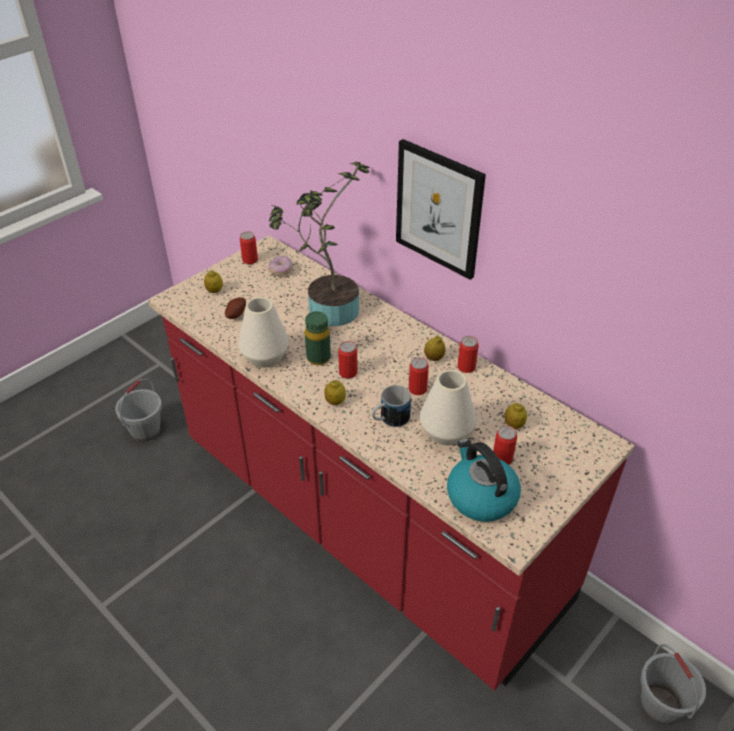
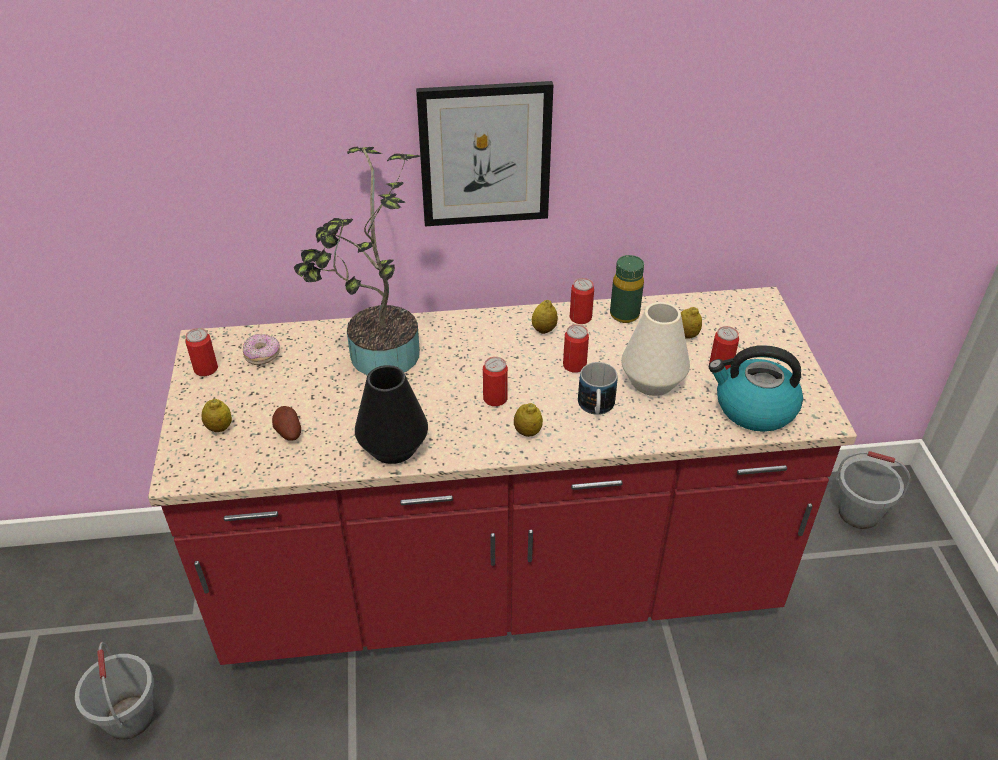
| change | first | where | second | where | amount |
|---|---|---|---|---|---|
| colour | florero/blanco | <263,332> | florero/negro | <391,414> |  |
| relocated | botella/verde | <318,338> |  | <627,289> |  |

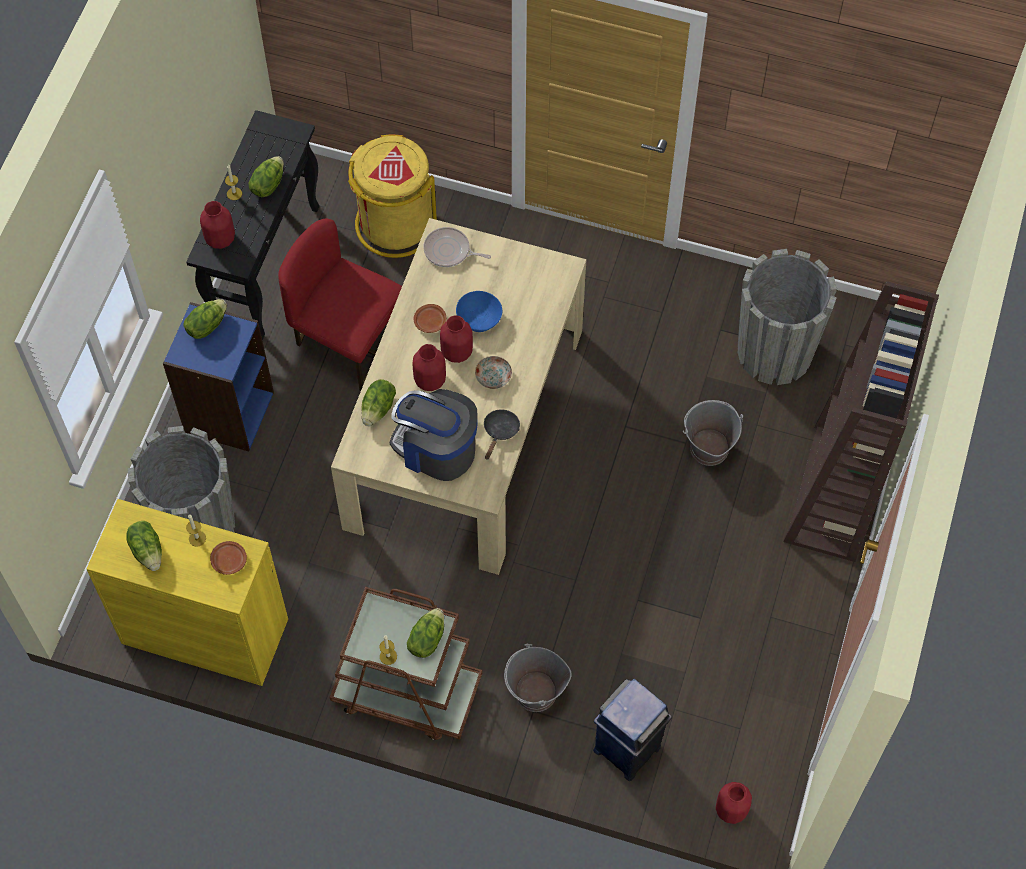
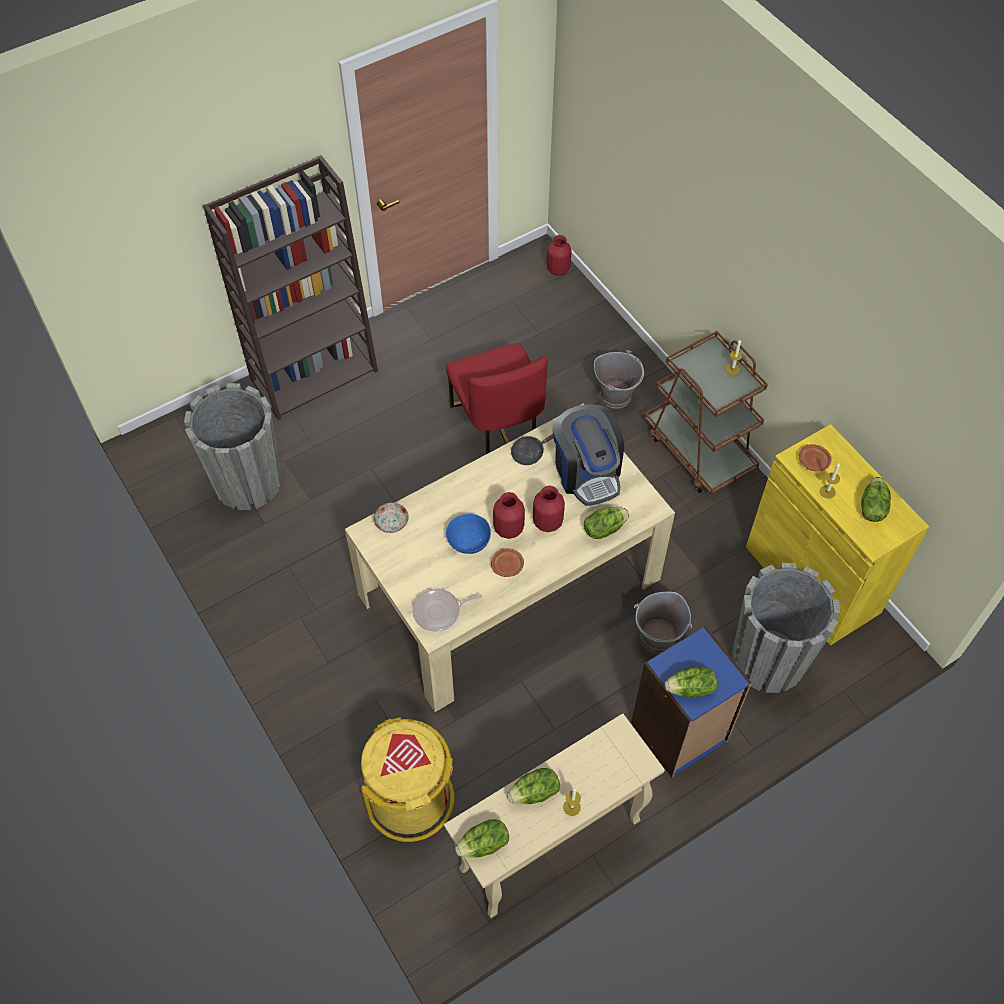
| change | first | where | second | where | amount |
|---|---|---|---|---|---|
| relocated | plato | <493,372> |  | <391,518> |  |
| spun | sartén | <457,247> |  | <447,609> | 105 degrees clockwise |
| colour | mesa consola/negro | <252,225> | mesa consola/beis | <554,816> |  |
| relocated | silla/rojo | <340,305> |  | <497,398> |  |
| relocated | lechuga | <425,633> |  | <482,838> |  |
| relocated | cubo/gris | <713,433> |  | <663,622> |  |
| missing | florero/rojo | <217,225> |  |  |  |
| missing | papelera/azul | <632,730> |  |  |  |

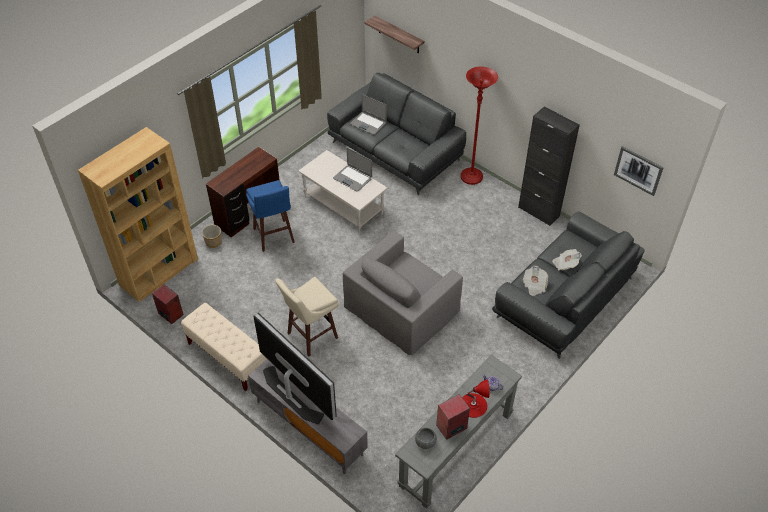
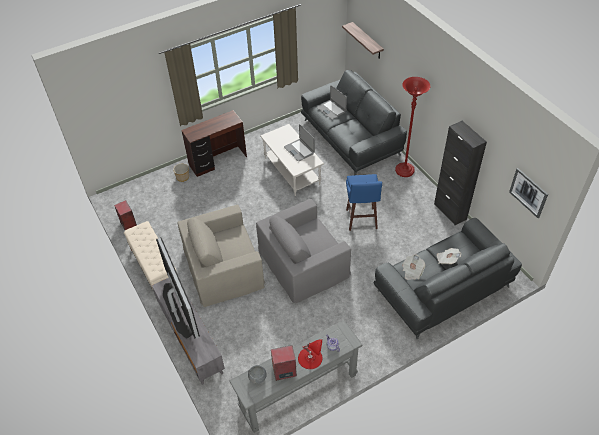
| change | first | where | second | where | amount |
|---|---|---|---|---|---|
| exchanged | taburete/beis | <307,317> | sillón/beis | <221,256> |  |
| relocated | taburete/azul | <270,216> |  | <364,202> |  |
| missing | estantería/marrón | <138,214> |  |  |  |

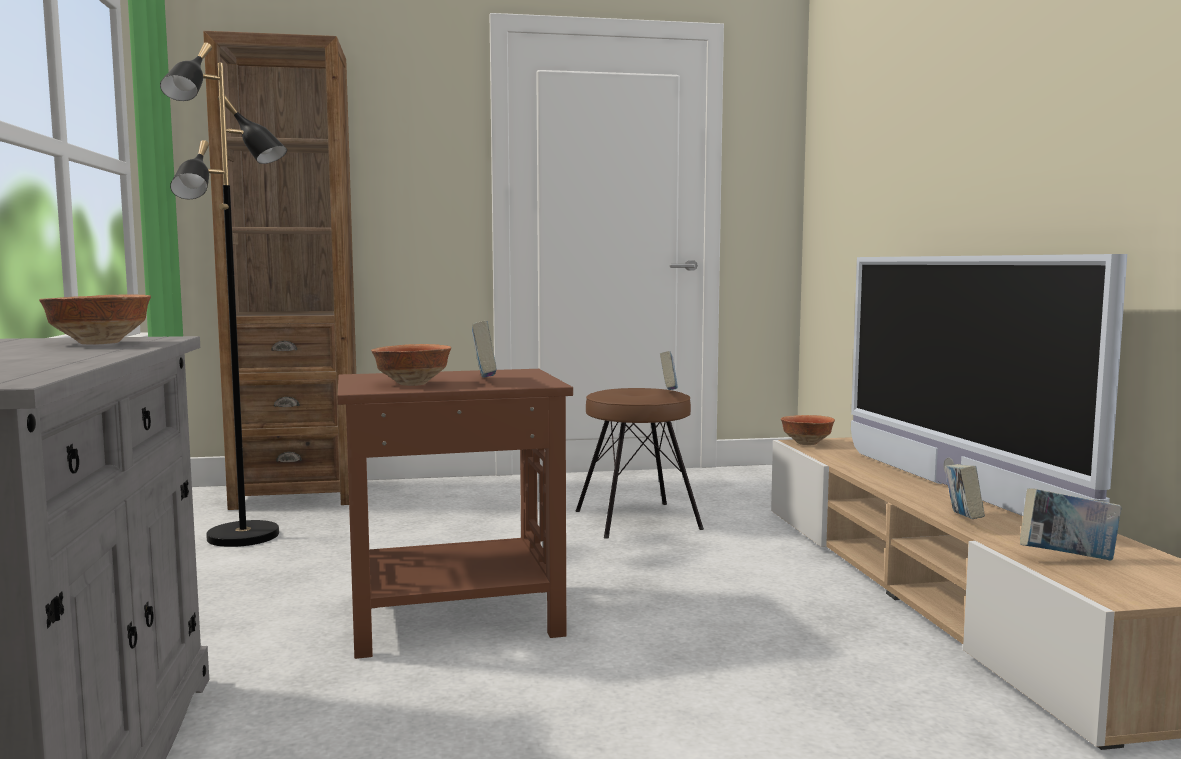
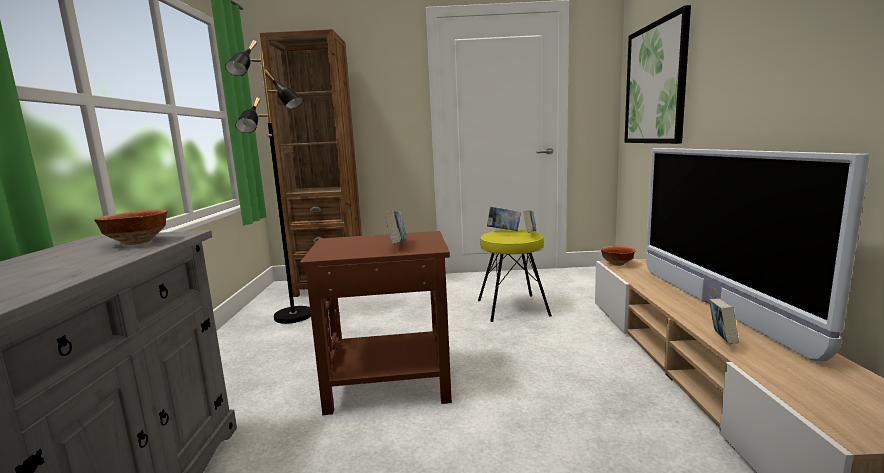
| change | first | where | second | where | amount |
|---|---|---|---|---|---|
| colour | taburete/marrón | <639,463> | taburete/amarillo | <515,276> |  |
| relocated | libro | <1071,524> |  | <504,218> |  |
| appeared |  |  | cuadro | <657,74> |  |
| missing | cuenco | <411,365> |  |  |  |

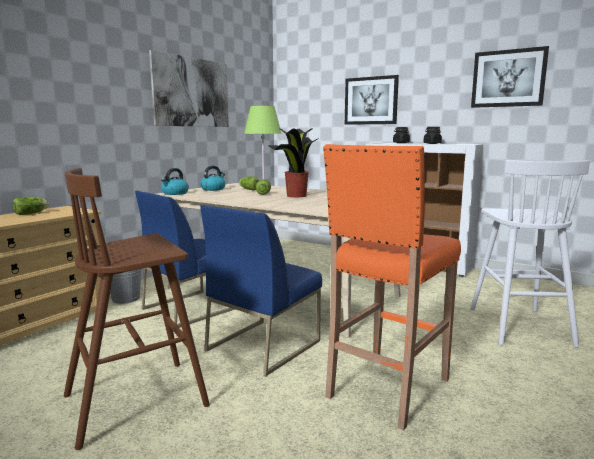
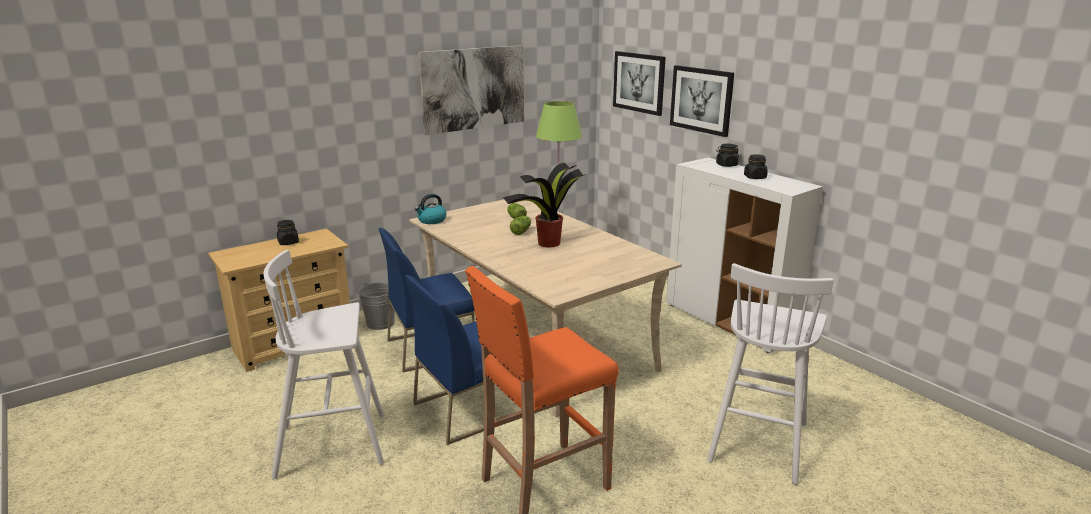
| change | first | where | second | where | amount |
|---|---|---|---|---|---|
| colour | taburete/marrón | <137,309> | taburete/blanco | <324,364> |  |
| exchanged | lechuga | <31,206> | tarro/negro | <288,232> |  |
| relocated | cuadro | <510,77> |  | <639,83> |  |
| missing | hervidor | <213,178> |  |  |  |

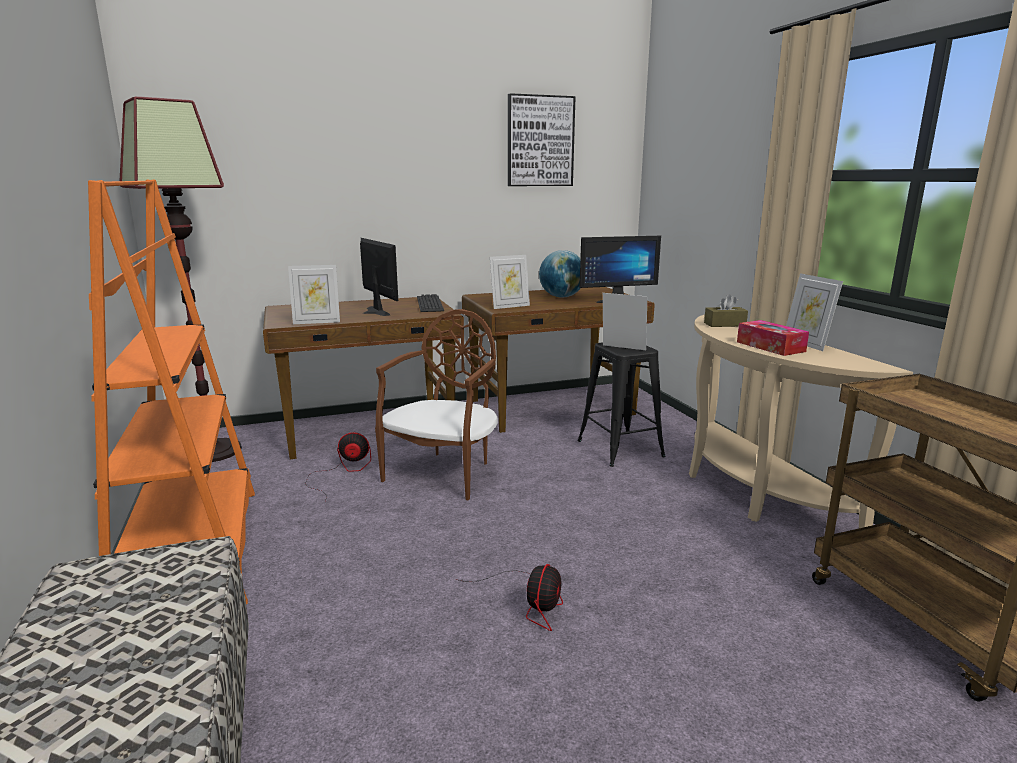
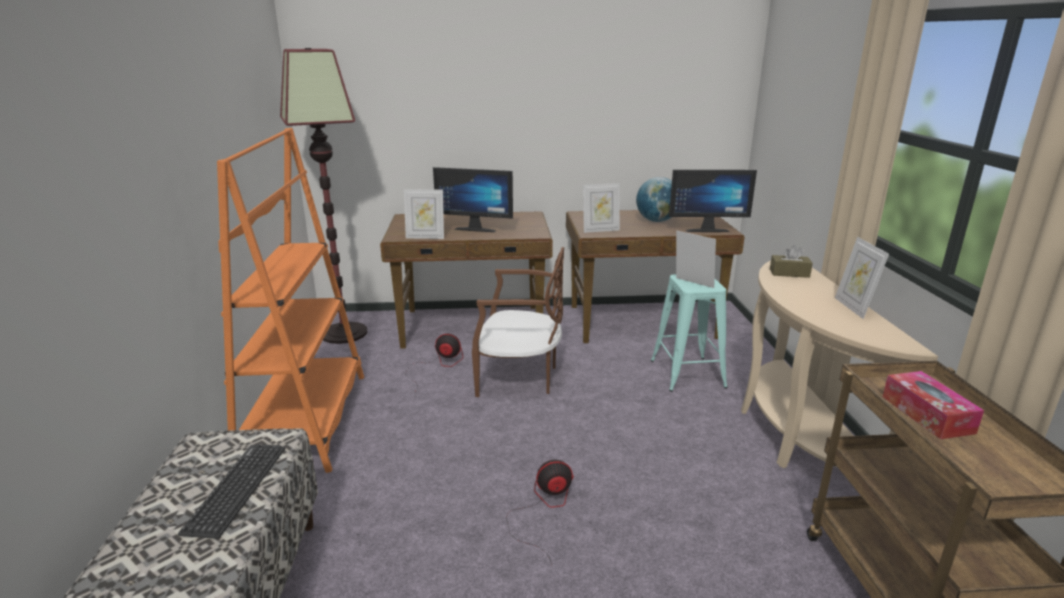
| change | first | where | second | where | amount |
|---|---|---|---|---|---|
| relocated | teclado | <430,303> |  | <231,491> |  |
| spun | monitor | <379,277> |  | <473,199> | 120 degrees clockwise |
| spun | silla/marrón | <436,404> |  | <518,322> | 60 degrees clockwise |
| spun | ventilador | <509,597> |  | <540,512> | 135 degrees counterclockwise |
| colour | taburete/negro | <621,405> | taburete/turquesa | <689,333> |  |
| relocated | caja de pañuelos | <773,338> |  | <933,405> |  |
| missing | cuadro | <542,139> |  |  |  |

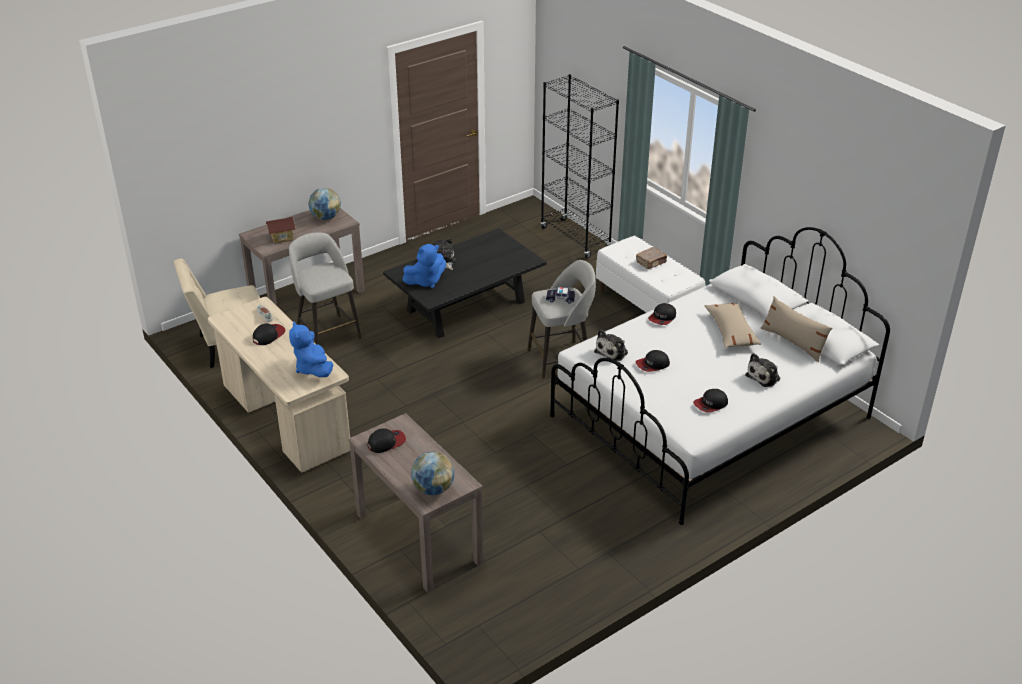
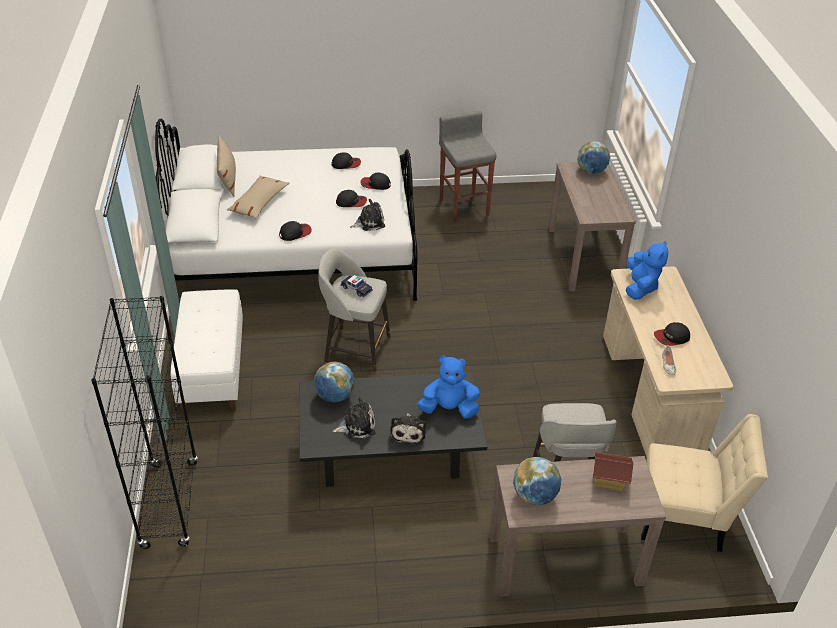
| change | first | where | second | where | amount |
|---|---|---|---|---|---|
| appeared |  |  | globo terráqueo | <334,382> |  |
| relocated | peluche | <763,370> |  | <354,417> |  |
| relocated | gorra | <386,440> |  | <375,181> |  |
| appeared |  |  | taburete/gris | <467,167> |  |
| missing | libro/marrón | <651,258> |  |  |  |

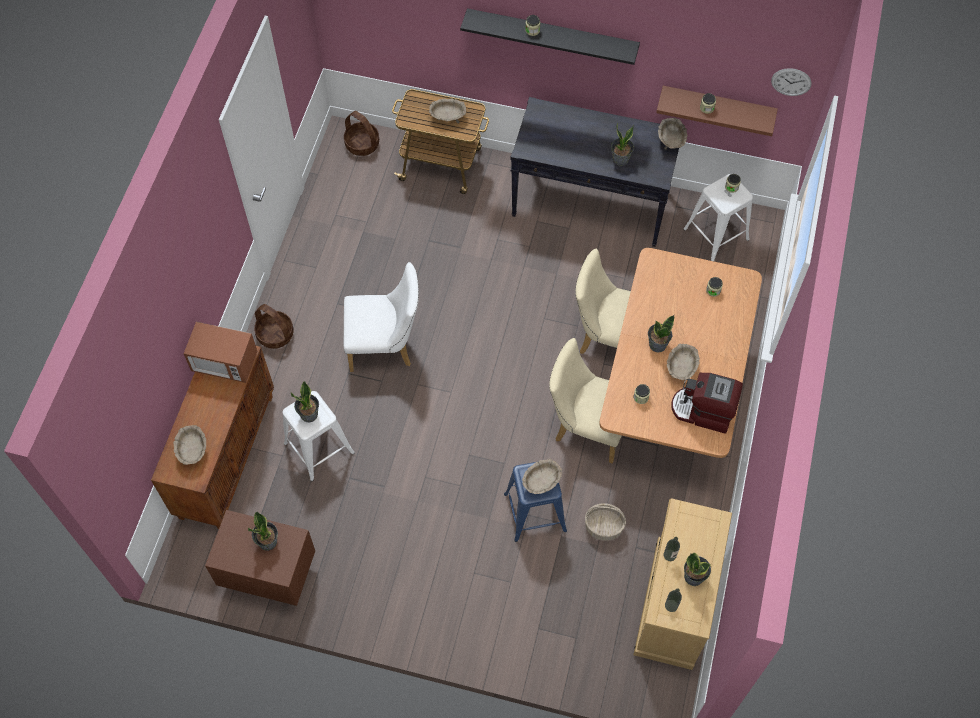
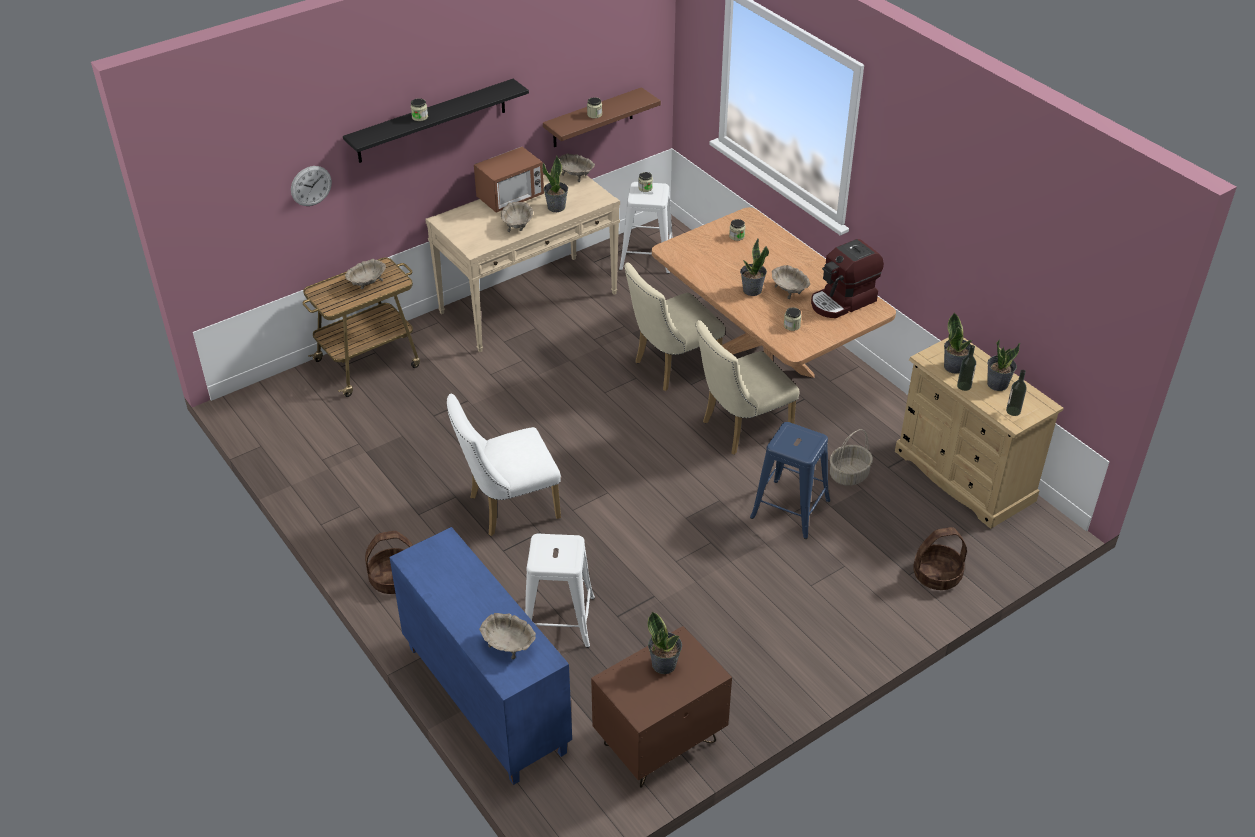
| change | first | where | second | where | amount |
|---|---|---|---|---|---|
| relocated | reloj de pared | <791,82> |  | <311,186> |  |
| colour | armario/marrón | <212,437> | armario/azul | <481,656> |  |
| colour | mesa consola/negro | <595,172> | mesa consola/beis | <522,261> |  |
| spun | silla/blanco | <381,317> |  | <504,464> | 150 degrees counterclockwise |
| relocated | microondas | <220,352> |  | <509,179> |  |
| relocated | cuenco/beis | <542,476> |  | <517,217> |  |
| relocated | cesta | <361,133> |  | <940,558> |  |
| relocated | planta en maceta | <305,401> |  | <958,343> |  |

